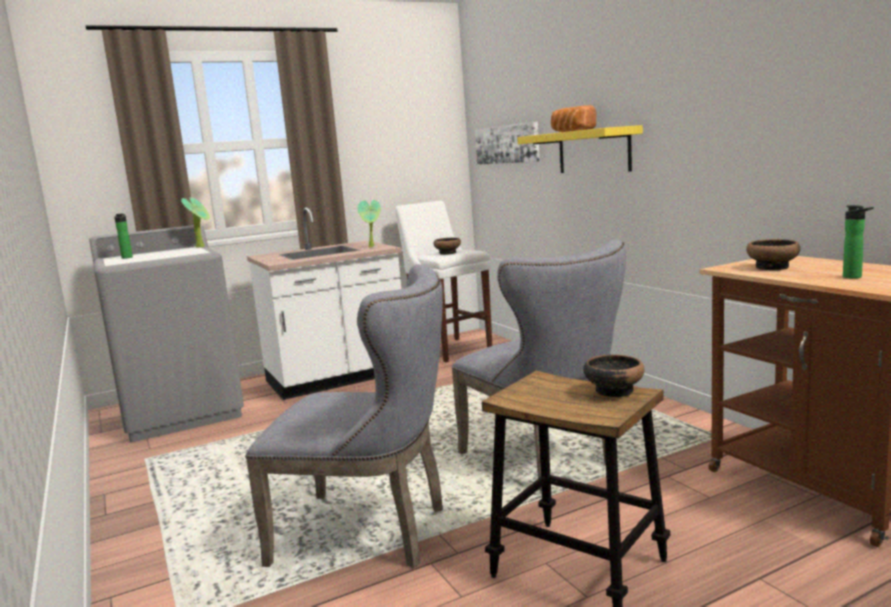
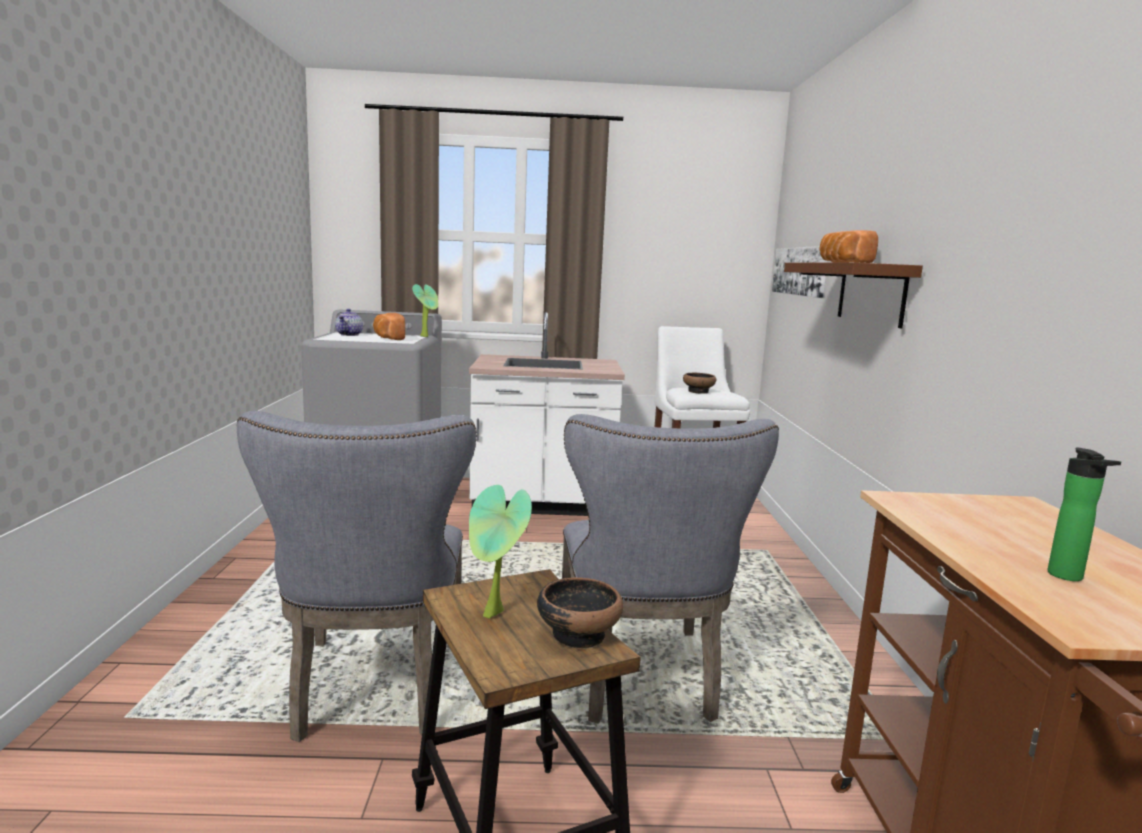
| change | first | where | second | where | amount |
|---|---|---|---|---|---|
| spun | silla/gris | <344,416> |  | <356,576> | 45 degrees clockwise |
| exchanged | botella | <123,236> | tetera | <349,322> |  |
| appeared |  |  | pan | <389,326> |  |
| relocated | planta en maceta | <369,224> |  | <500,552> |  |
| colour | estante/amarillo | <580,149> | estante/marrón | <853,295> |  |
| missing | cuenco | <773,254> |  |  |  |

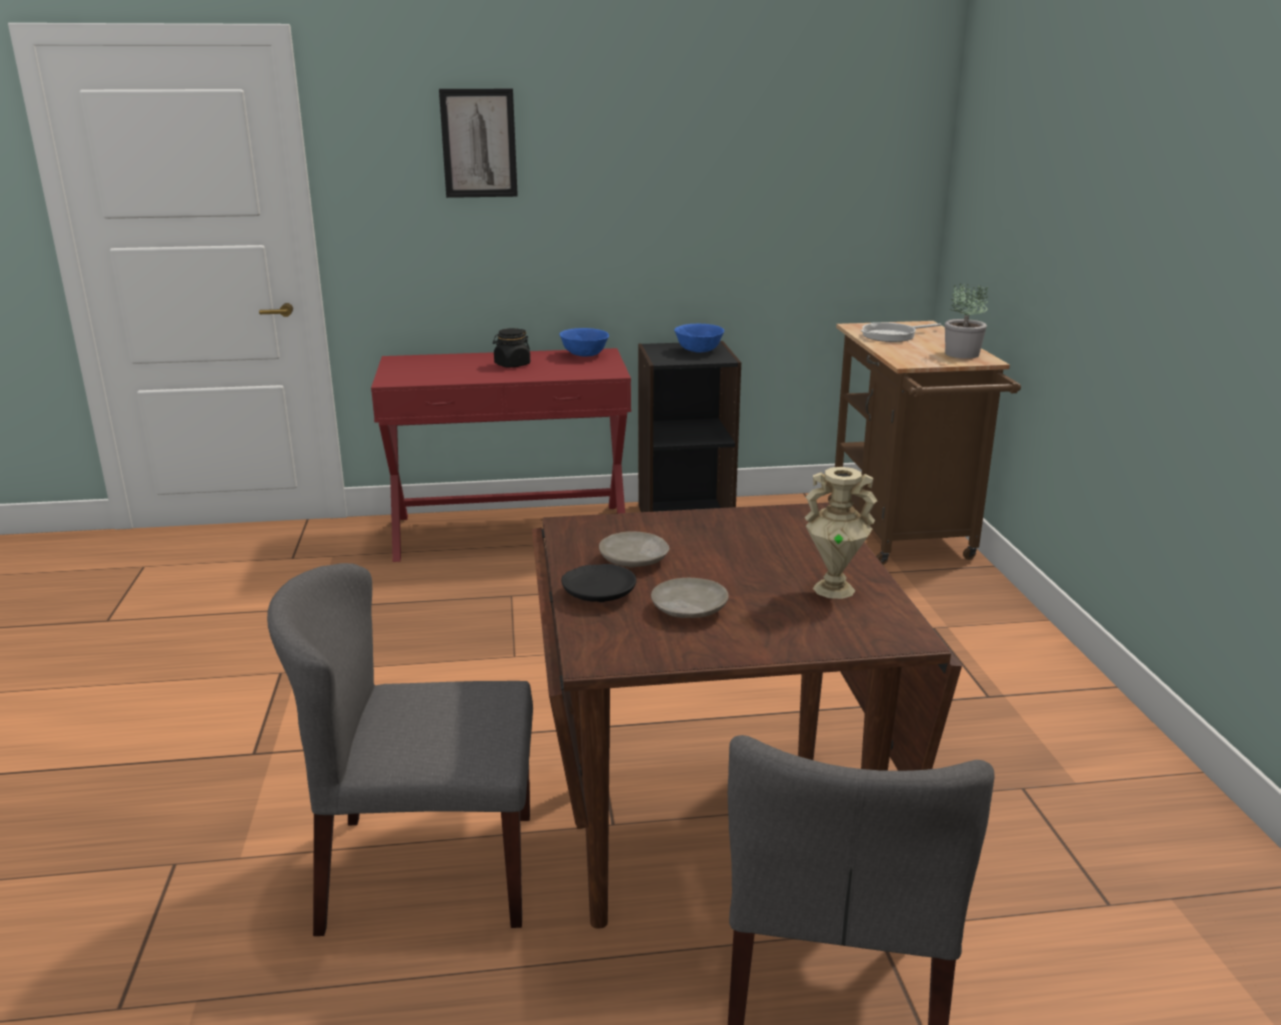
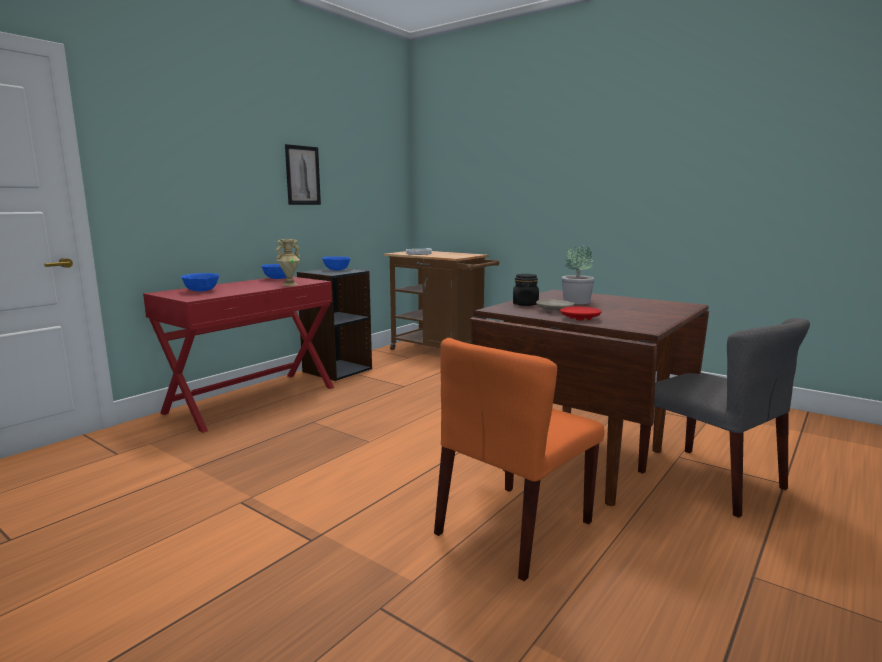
| change | first | where | second | where | amount |
|---|---|---|---|---|---|
| appeared |  |  | cuenco/azul | <200,282> |  |
| relocated | florero/beis | <840,533> |  | <288,262> |  |
| relocated | cuadro | <478,143> |  | <303,174> |  |
| colour | silla/gris | <400,749> | silla/naranja | <519,459> |  |
| relocated | tarro/negro | <511,348> |  | <526,290> |  |
| colour | plato/negro | <598,583> | plato/rojo | <580,314> |  |
| relocated | planta en maceta | <966,321> |  | <578,274> |  |
| missing | plato/beis | <690,598> |  |  |  |

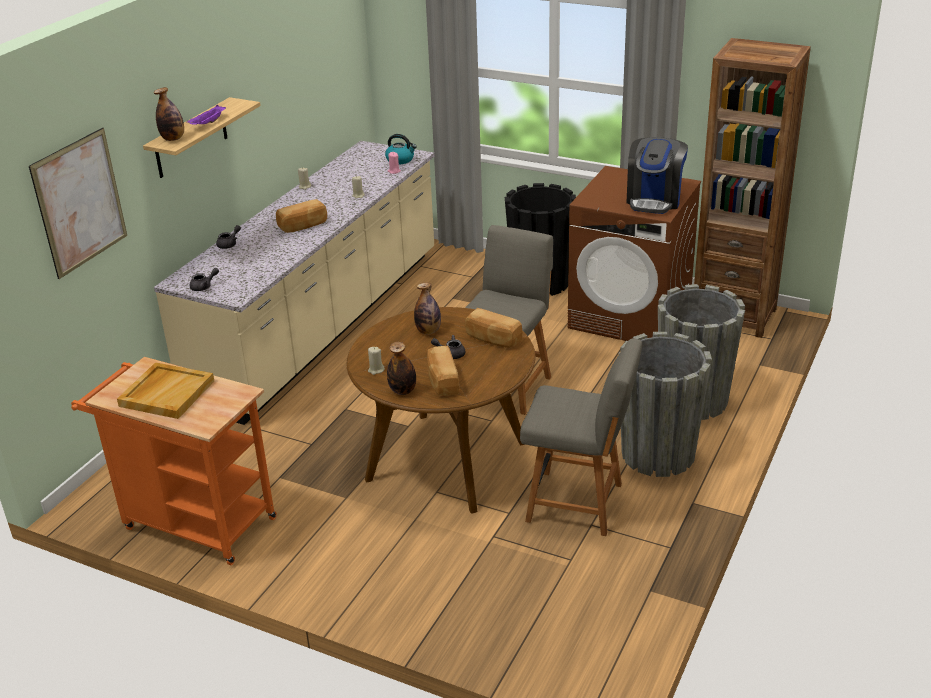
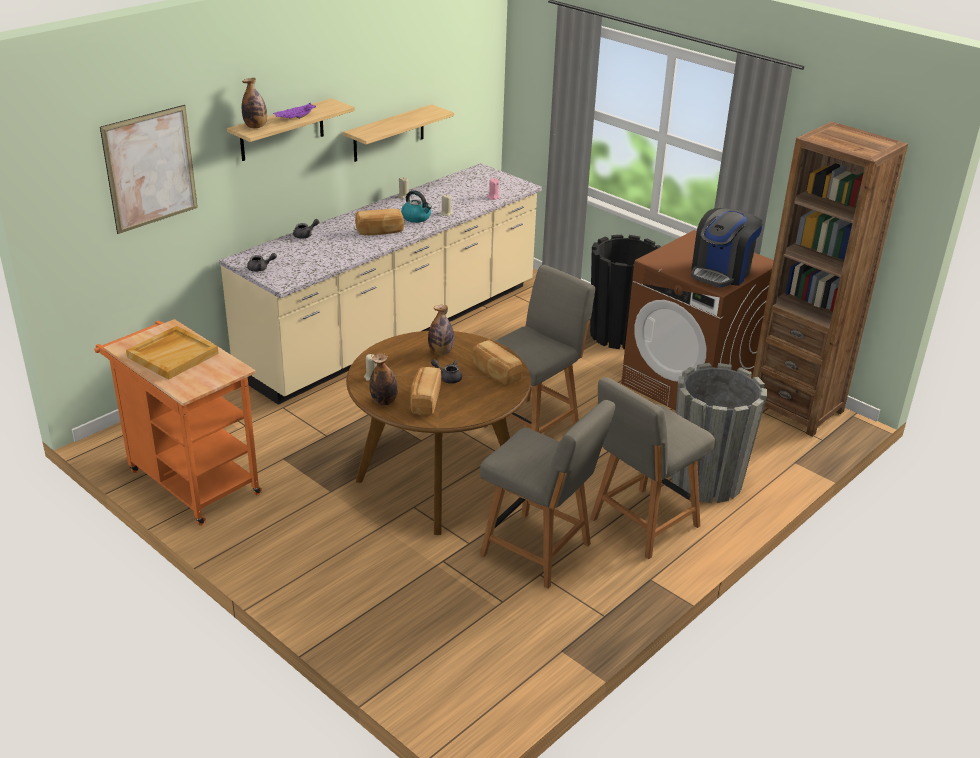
| change | first | where | second | where | amount |
|---|---|---|---|---|---|
| appeared |  |  | estante | <398,133> |  |
| relocated | hervidor | <401,149> |  | <416,206> |  |
| exchanged | maceta/gris | <665,404> | silla/gris | <652,468> |  |

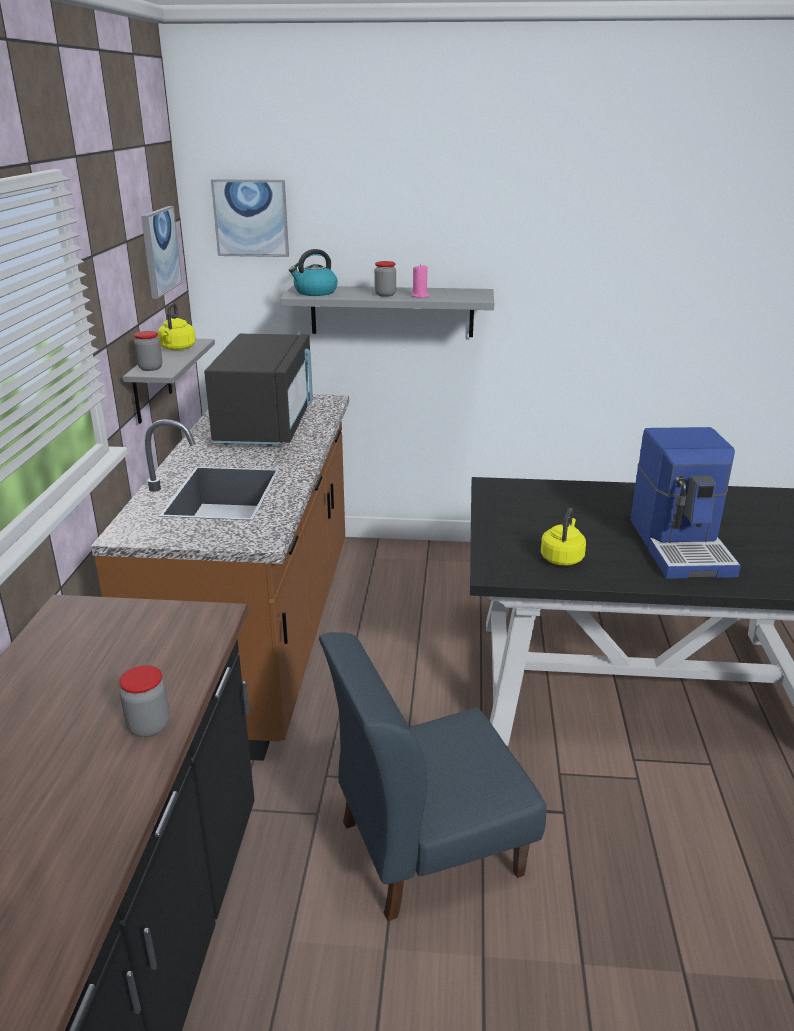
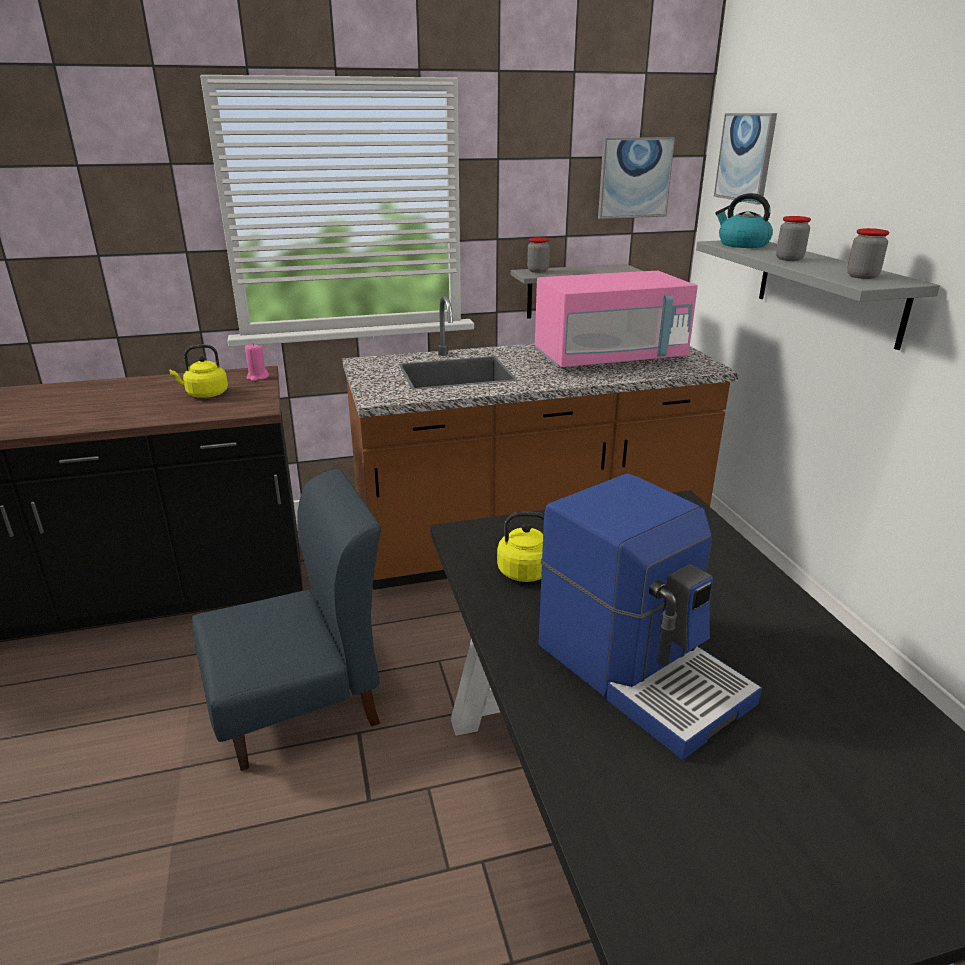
| change | first | where | second | where | amount |
|---|---|---|---|---|---|
| relocated | hervidor/amarillo | <177,326> |  | <198,371> |  |
| spun | silla/azul | <432,777> |  | <286,620> | 105 degrees clockwise |
| relocated | vela/rosa | <420,280> |  | <257,362> |  |
| colour | microondas/negro | <258,390> | microondas/rosa | <616,320> |  |
| spun | cafetera | <685,503> |  | <650,616> | 105 degrees counterclockwise |
| relocated | tarro | <144,701> |  | <868,253> |  |

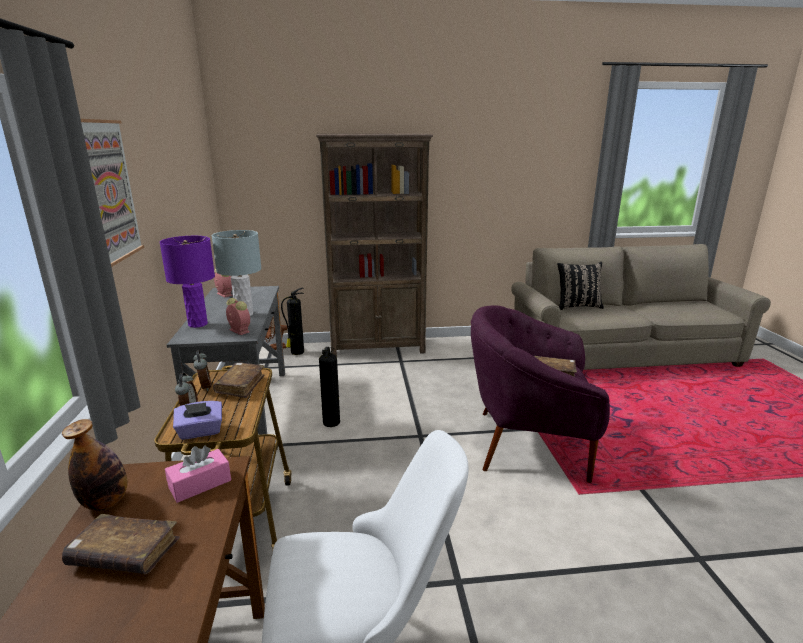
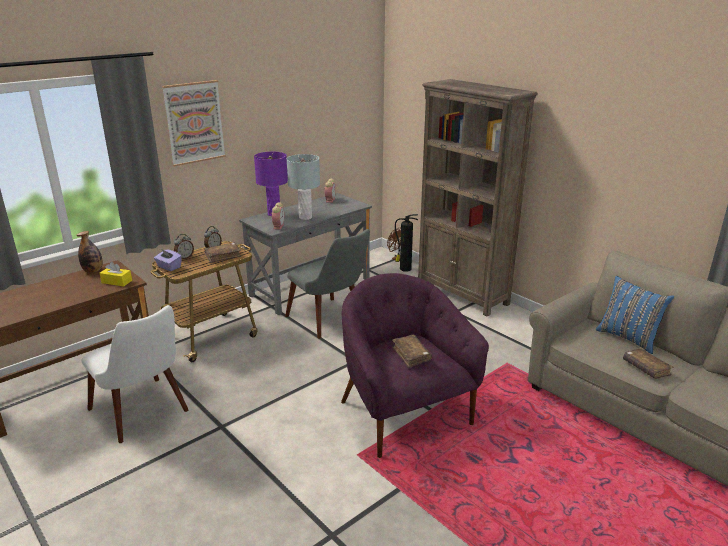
| change | first | where | second | where | amount |
|---|---|---|---|---|---|
| colour | caja de pañuelos/rosa | <198,474> | caja de pañuelos/amarillo | <116,274> |  |
| exchanged | extintor | <329,387> | silla/gris | <327,284> |  |
| colour | cojín/negro | <580,286> | cojín/azul | <635,315> |  |
| relocated | libro/marrón | <121,544> |  | <648,363> |  |

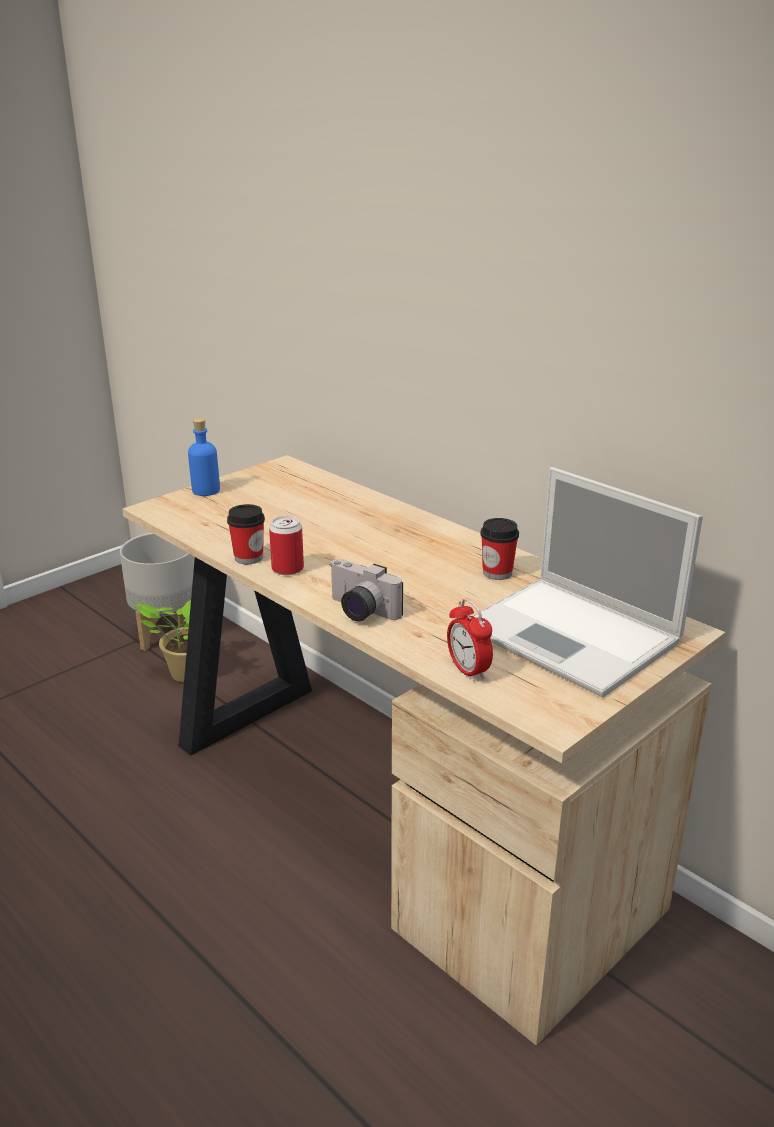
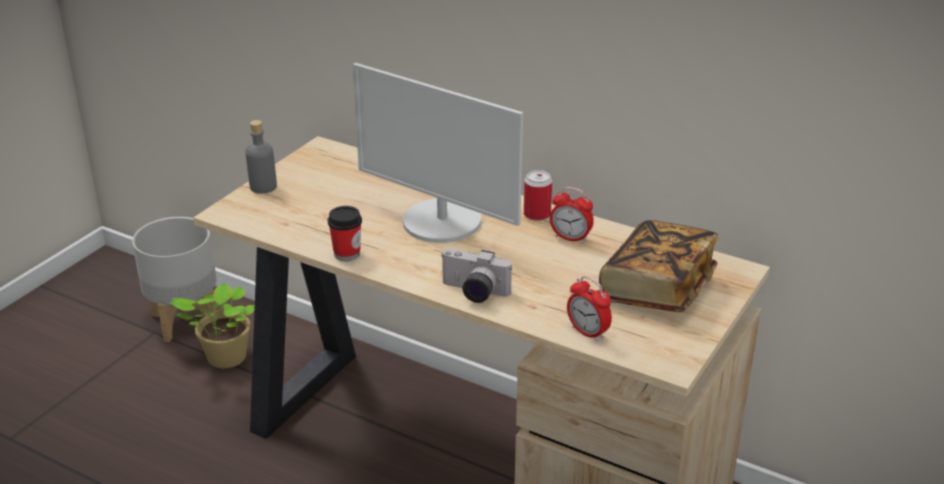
| change | first | where | second | where | amount |
|---|---|---|---|---|---|
| colour | botella/azul | <204,457> | botella/gris | <261,157> |  |
| appeared |  |  | monitor | <438,153> |  |
| relocated | lata | <286,545> |  | <538,195> |  |
| exchanged | taza | <499,549> | despertador | <572,215> |  |
| exchanged | portátil | <587,582> | libro | <658,266> |  |

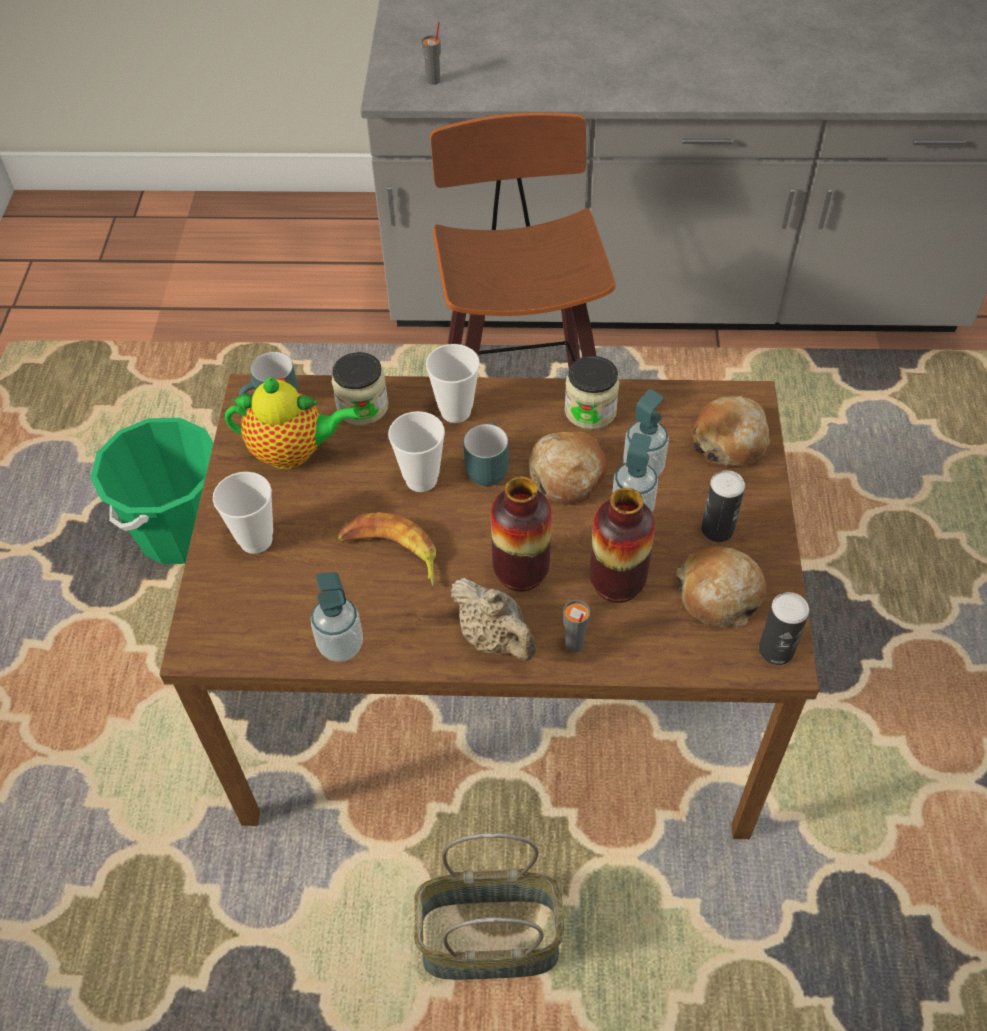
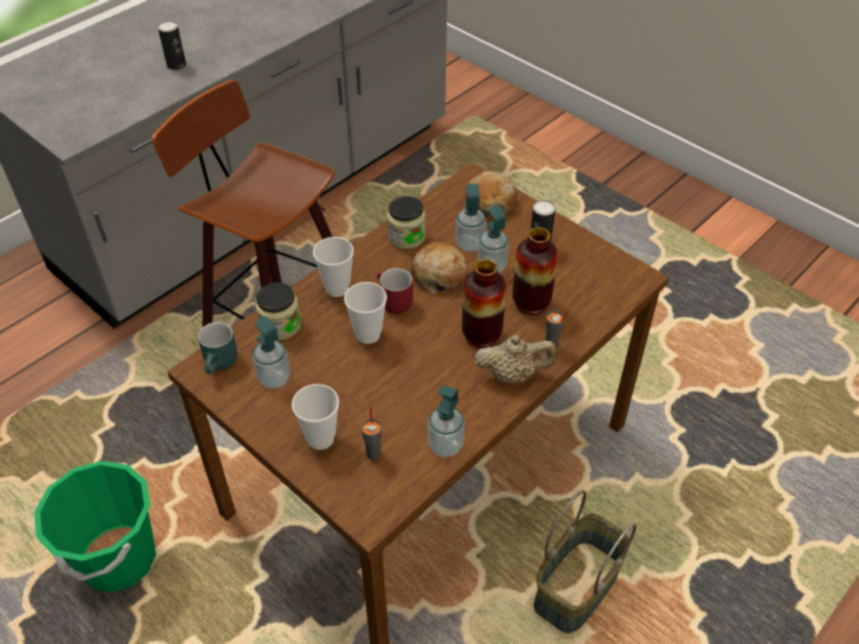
| change | first | where | second | where | amount |
|---|---|---|---|---|---|
| relocated | lata | <784,628> |  | <172,45> |  |
| exchanged | tetera | <293,423> | dispensador de jabón | <271,352> |  |
| relocated | taza/gris | <431,53> |  | <371,433> |  |
| colour | taza grande/turquesa | <486,454> | taza grande/rojo | <395,291> |  |
| missing | plátano | <386,549> |  |  |  |
| missing | pan | <721,587> |  |  |  |

